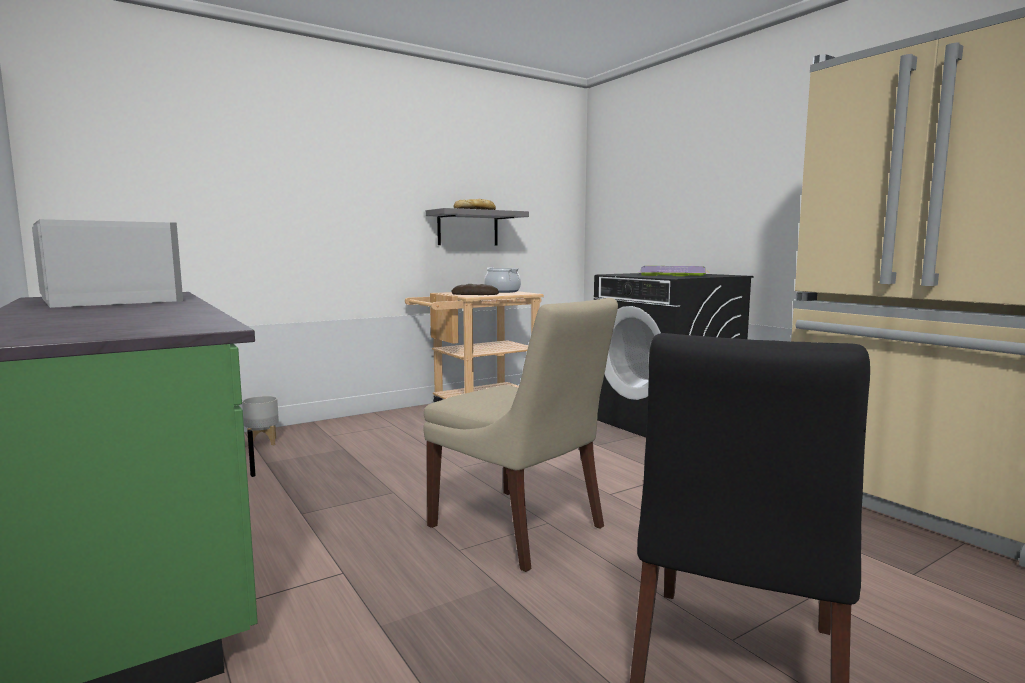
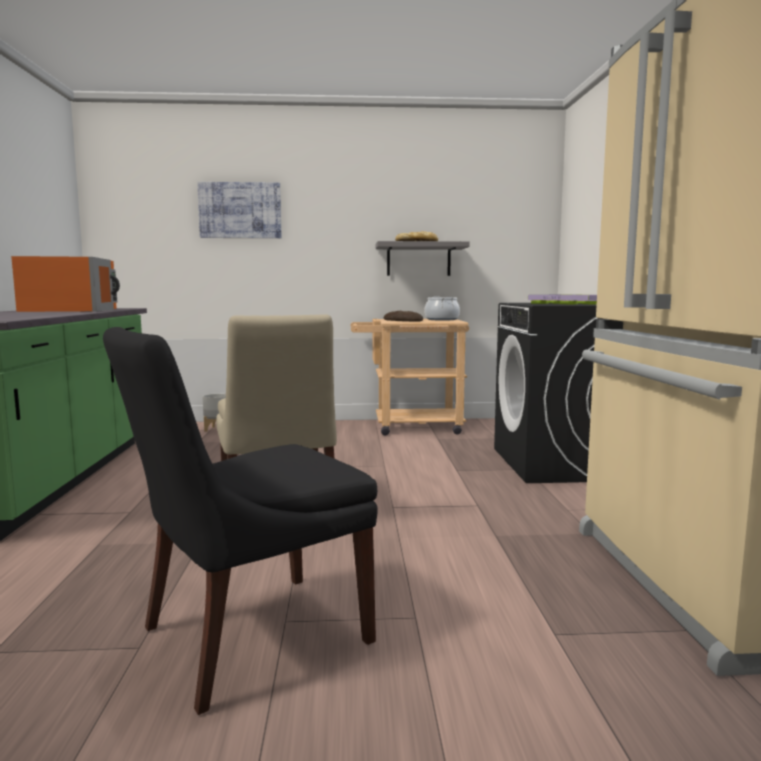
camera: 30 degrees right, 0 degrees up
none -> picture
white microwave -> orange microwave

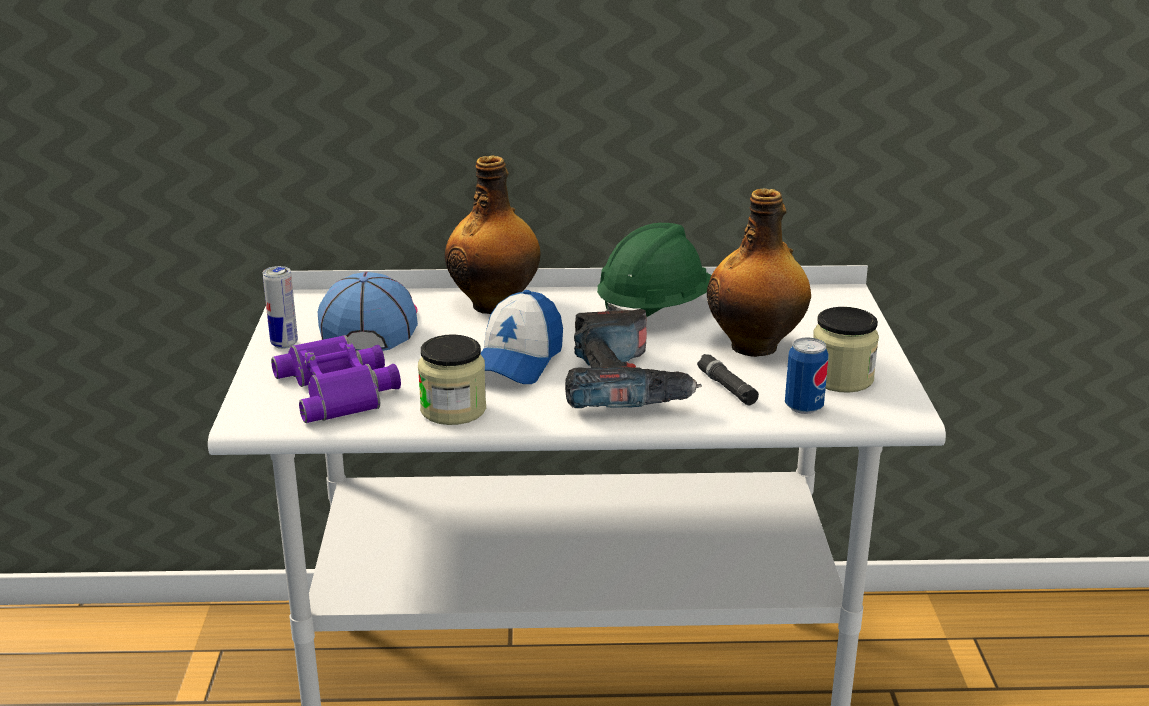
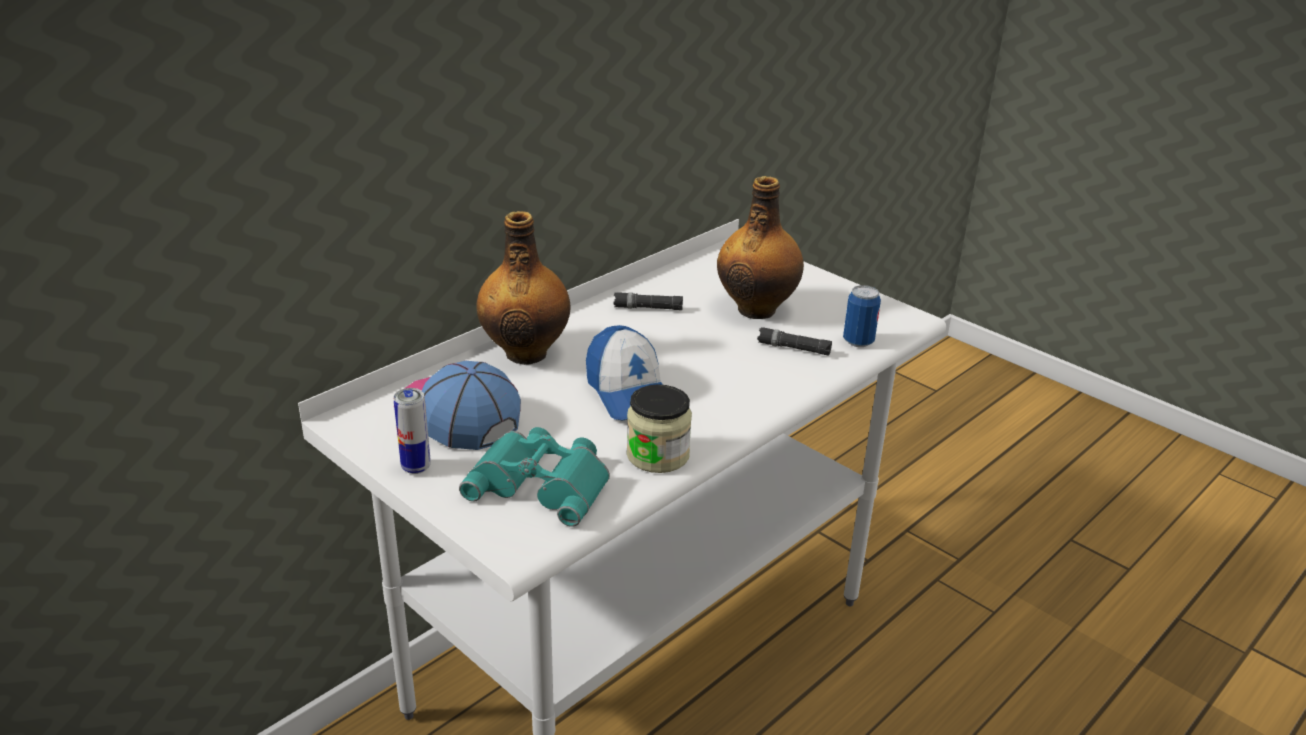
camera: 45 degrees left, 5 degrees up
power drill -> none
jar (2nd from left) -> none
green hard hat -> black flashlight (1st from left)
purple binoculars -> turquoise binoculars

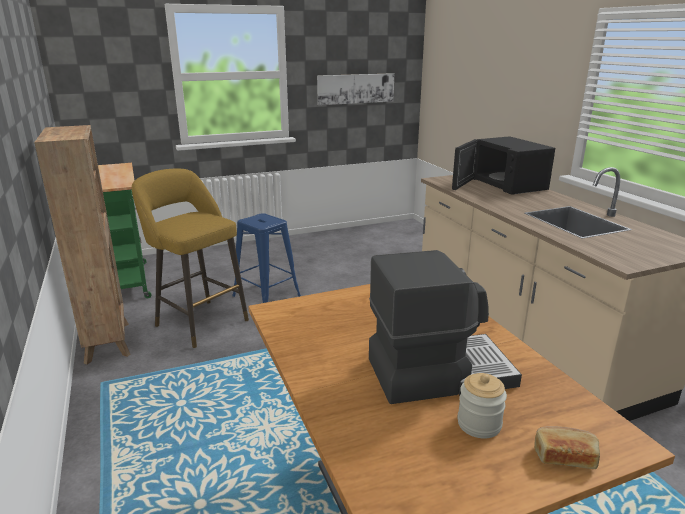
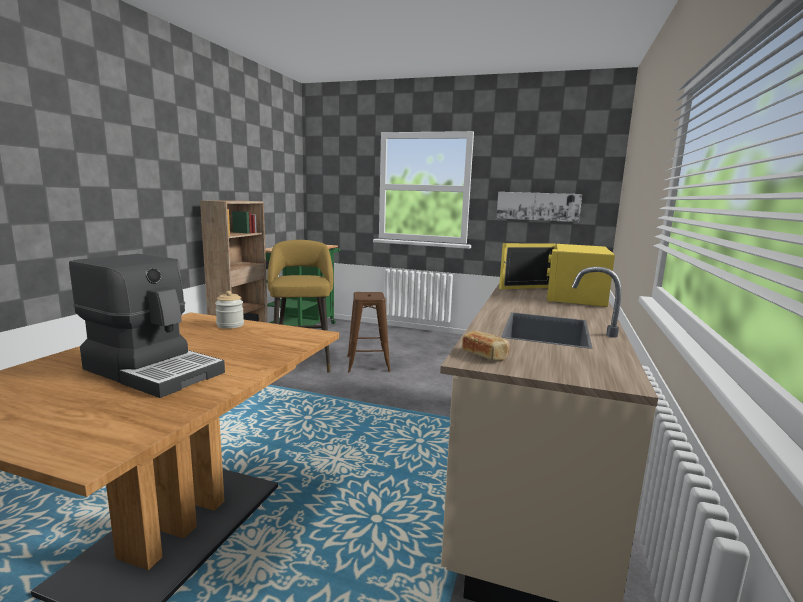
camera: 40 degrees right, 10 degrees down
jar, move
bread, move
blue stool -> brown stool
black microwave -> yellow microwave

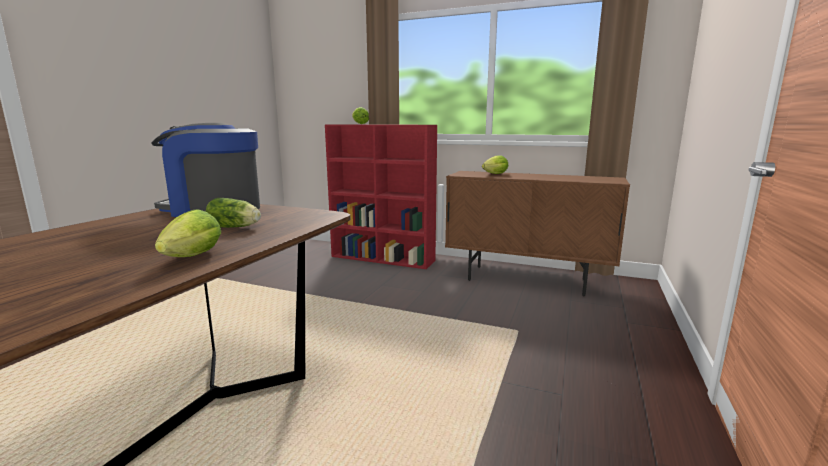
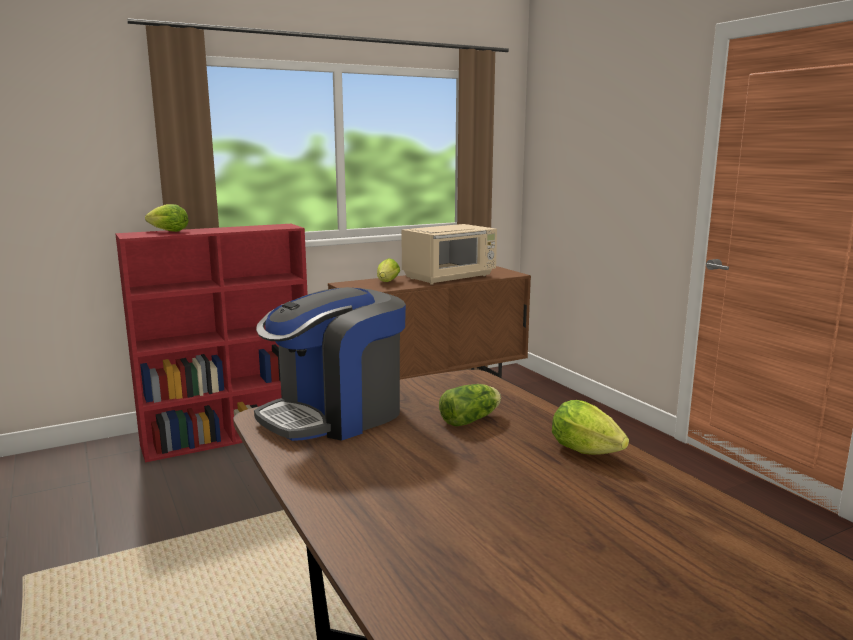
camera: 50 degrees left, 0 degrees up
none -> beige microwave

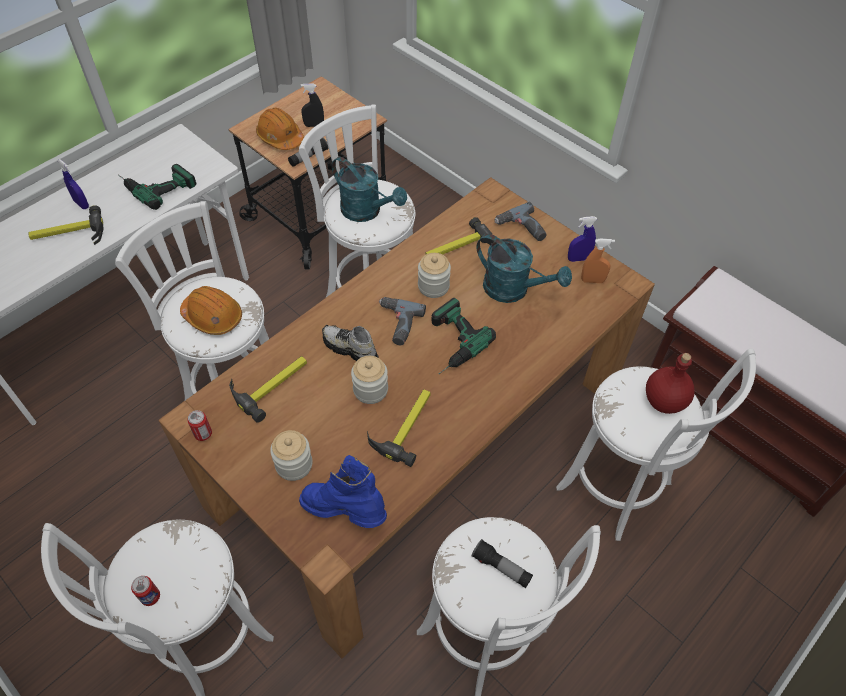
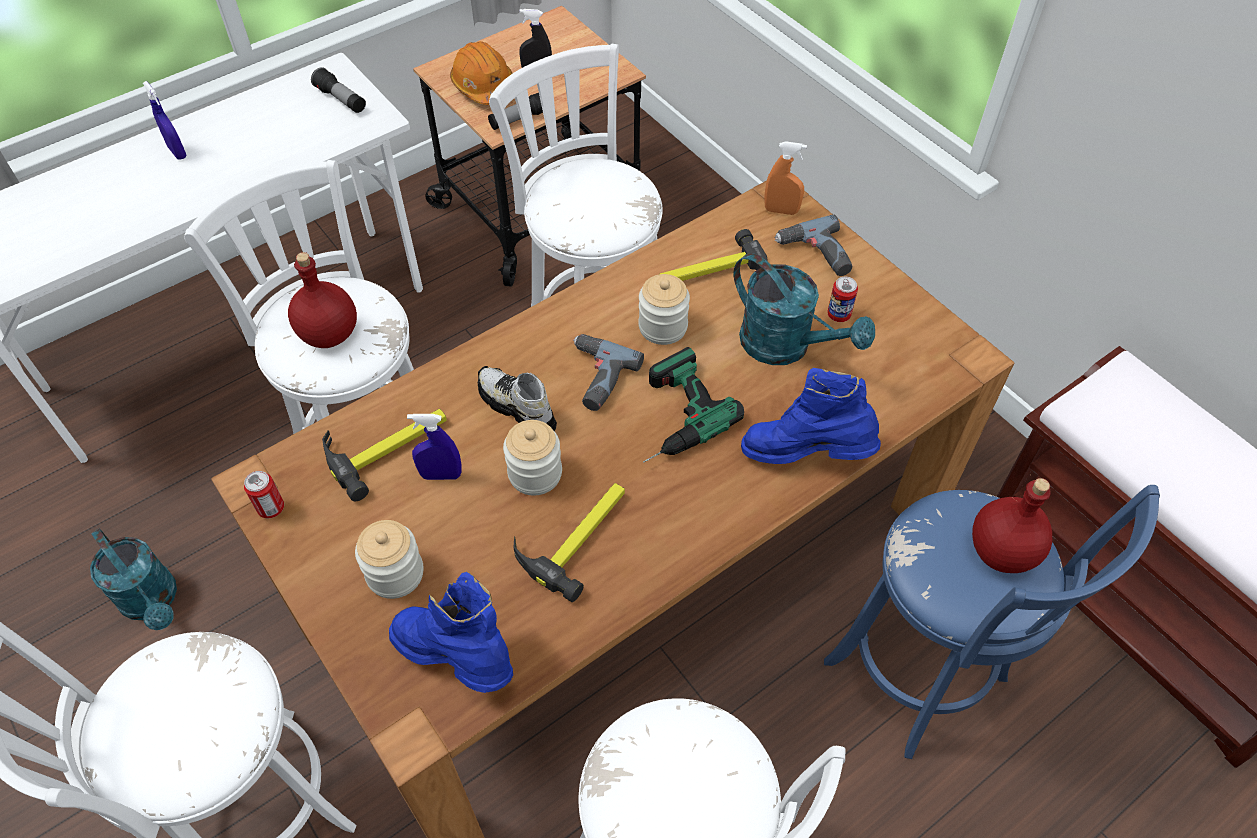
camera: 10 degrees right, 0 degrees up
hammer (1st from left) -> none
power drill (1st from left) -> none
none -> blue boot (2nd from left)
can (1st from left in the first image) -> can (2nd from left), move
turquoise watering can (1st from left), move
flashlight (2nd from left in the first image) -> flashlight (1st from left), move
blue spray bottle (2nd from left), move
orange spray bottle, move
orange hard hat (1st from left) -> red bottle (1st from left)
white stool (5th from left) -> blue stool

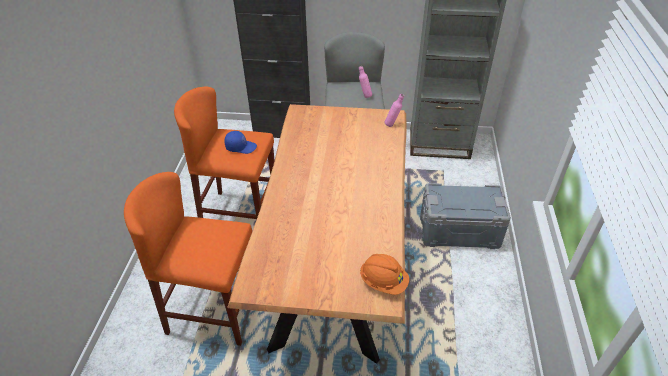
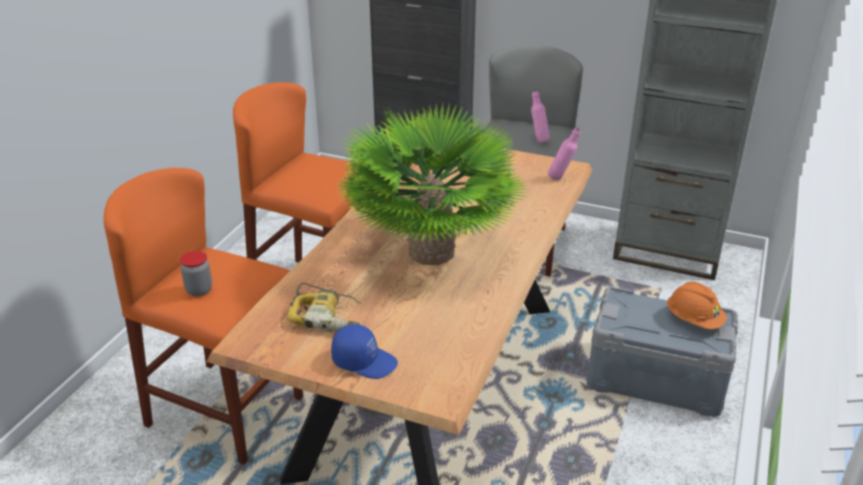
camera: 15 degrees right, 10 degrees down
none -> jar
none -> power drill
none -> potted plant
blue cap, move
orange hard hat, move

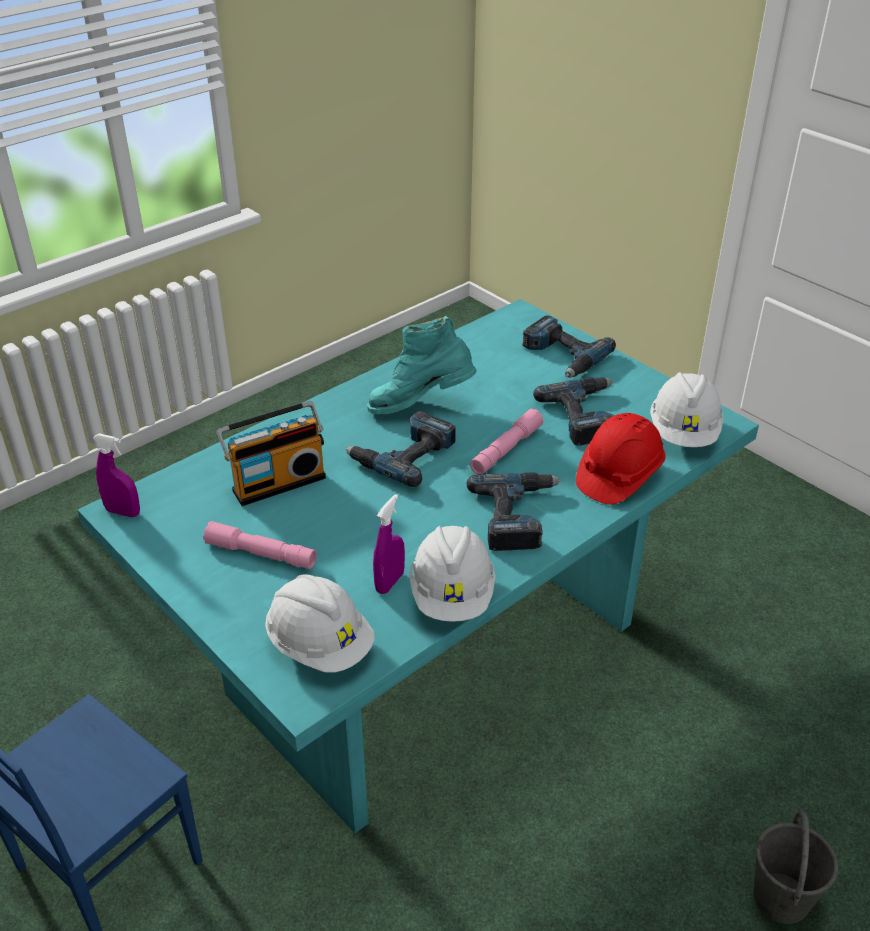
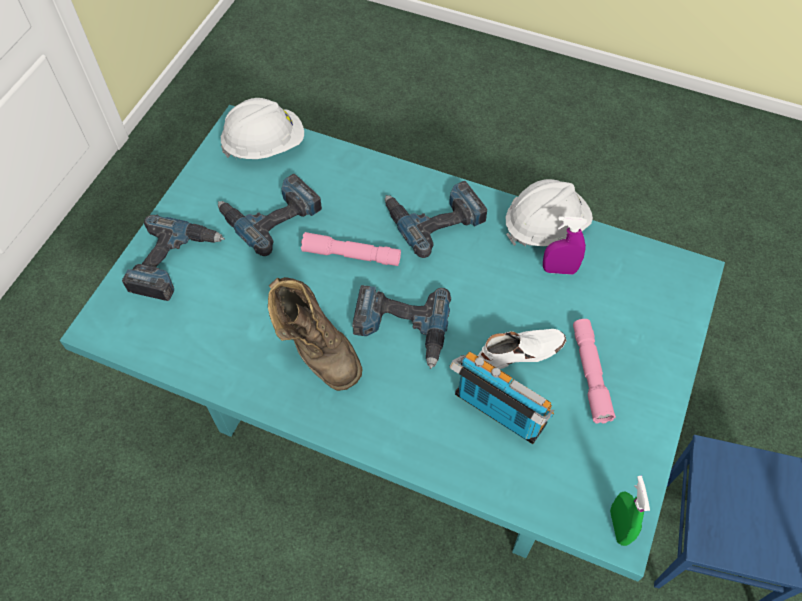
camera: 115 degrees left, 20 degrees up
white hard hat (1st from left) -> none
red hard hat -> none
grey bucket -> none
none -> white shoe
purple spray bottle (1st from left) -> green spray bottle
turquoise boot -> brown boot

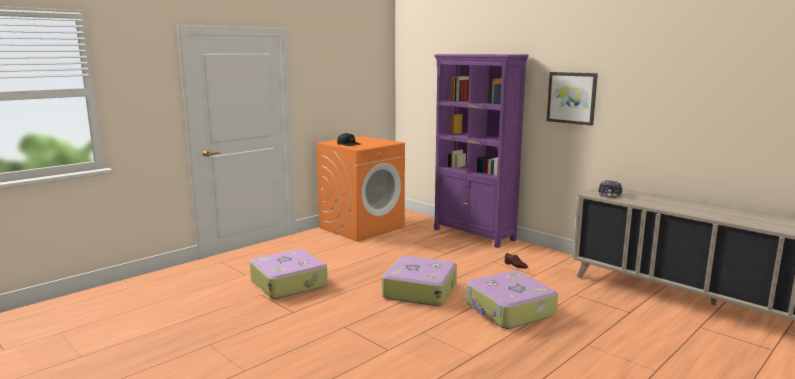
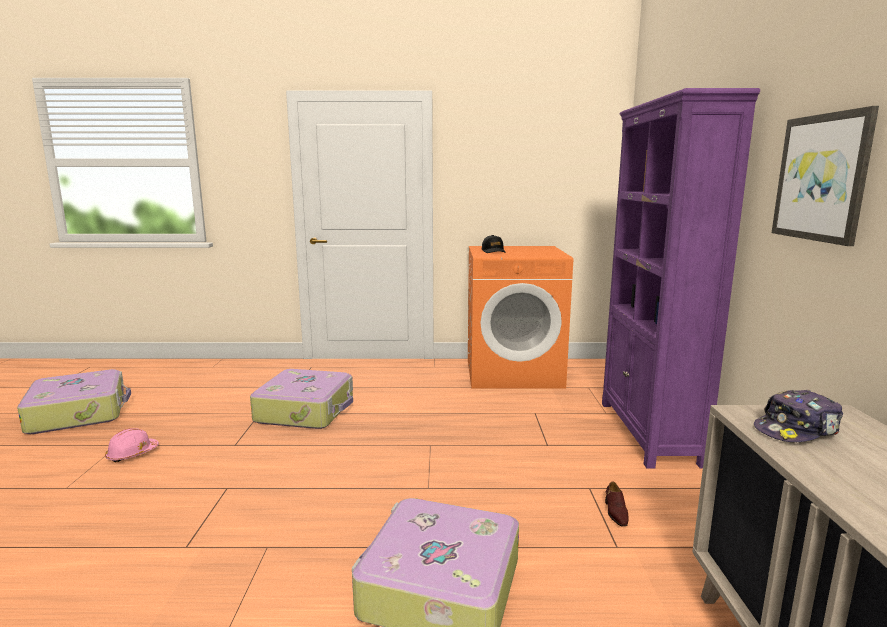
camera: 45 degrees right, 0 degrees up
none -> pink hard hat
suitcase (2nd from left in the first image) -> suitcase (1st from left), move

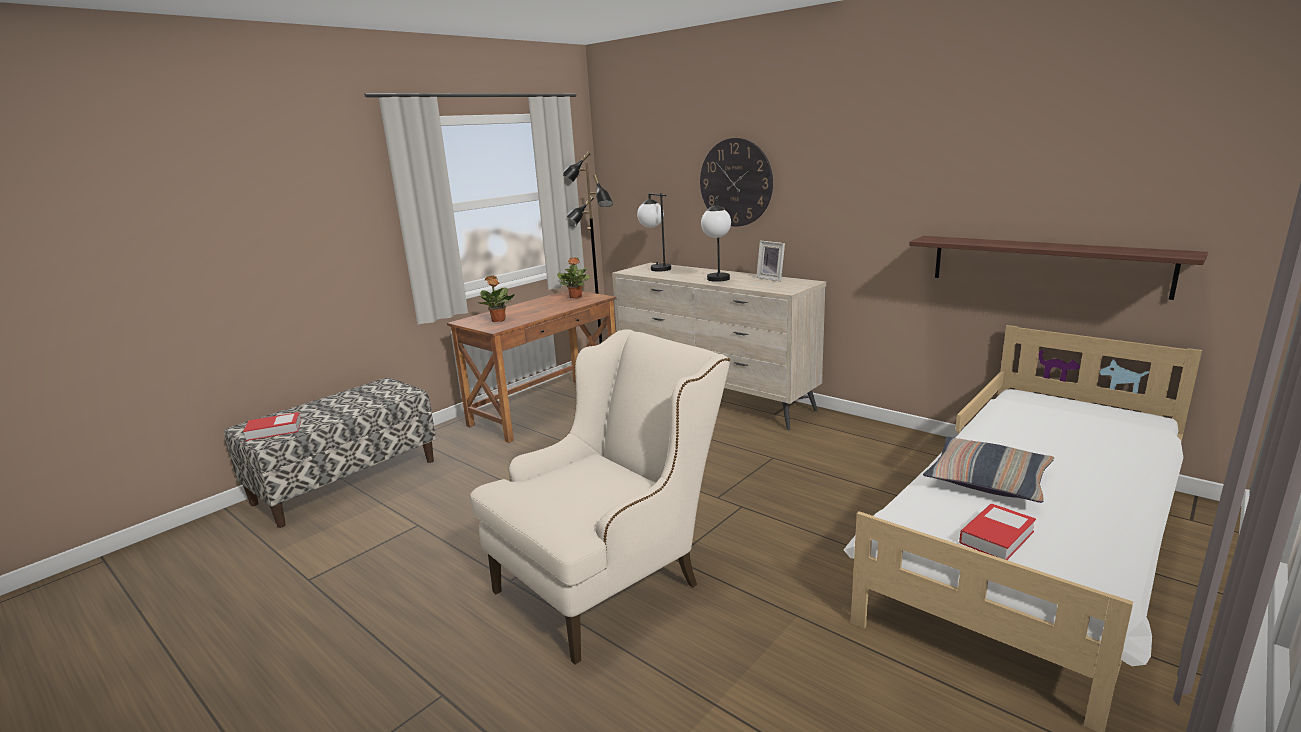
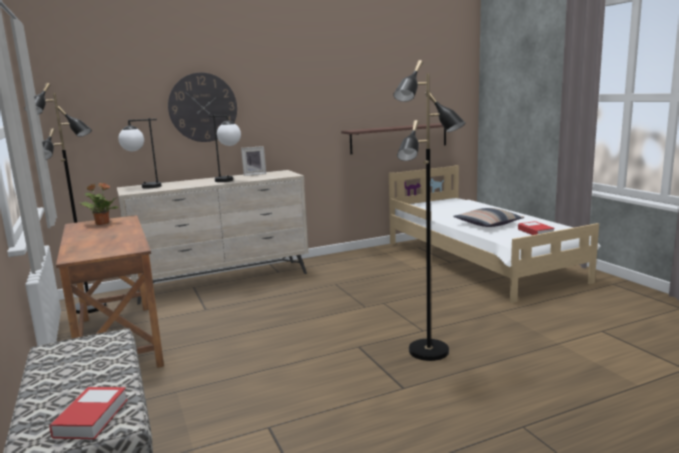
camera: 65 degrees left, 5 degrees down
potted plant (1st from left) -> none
beige armchair -> black floor lamp (2nd from left)

